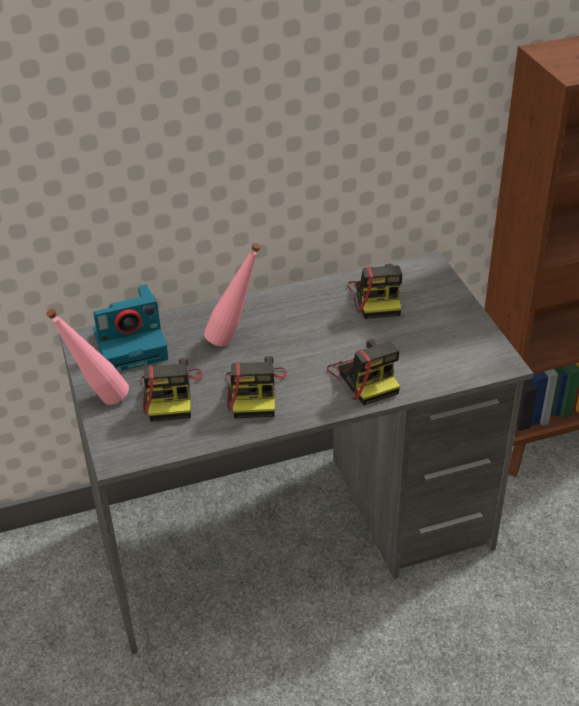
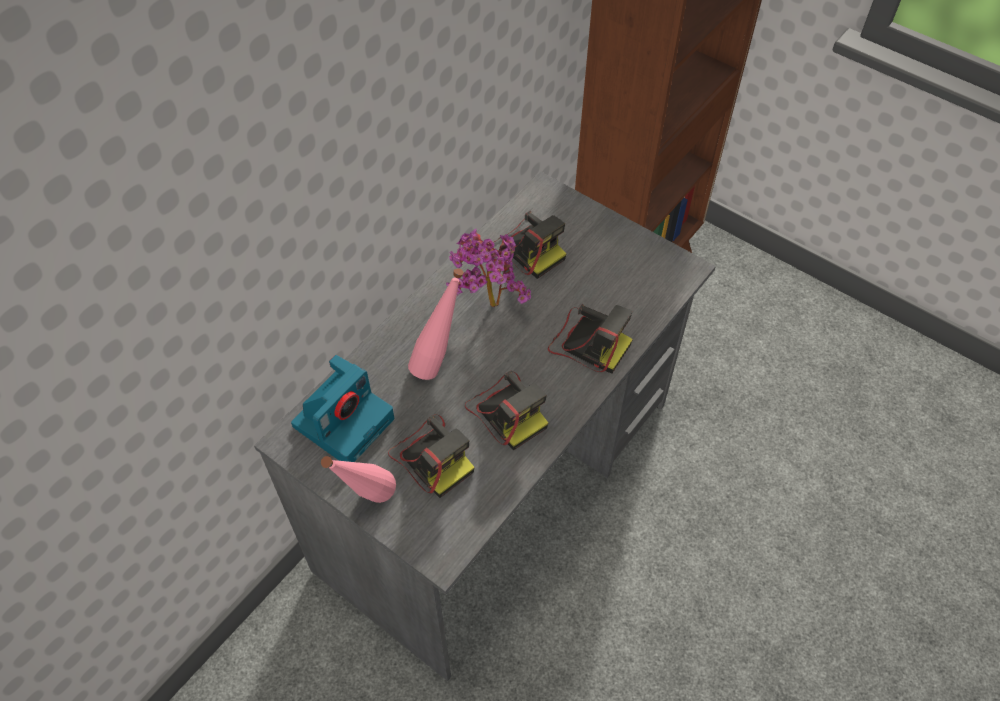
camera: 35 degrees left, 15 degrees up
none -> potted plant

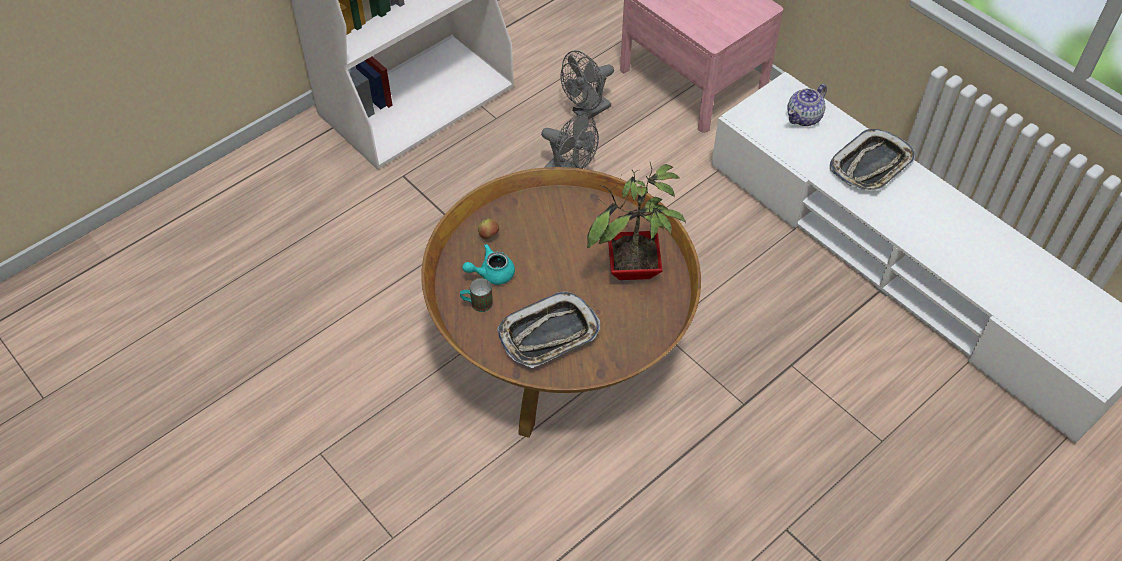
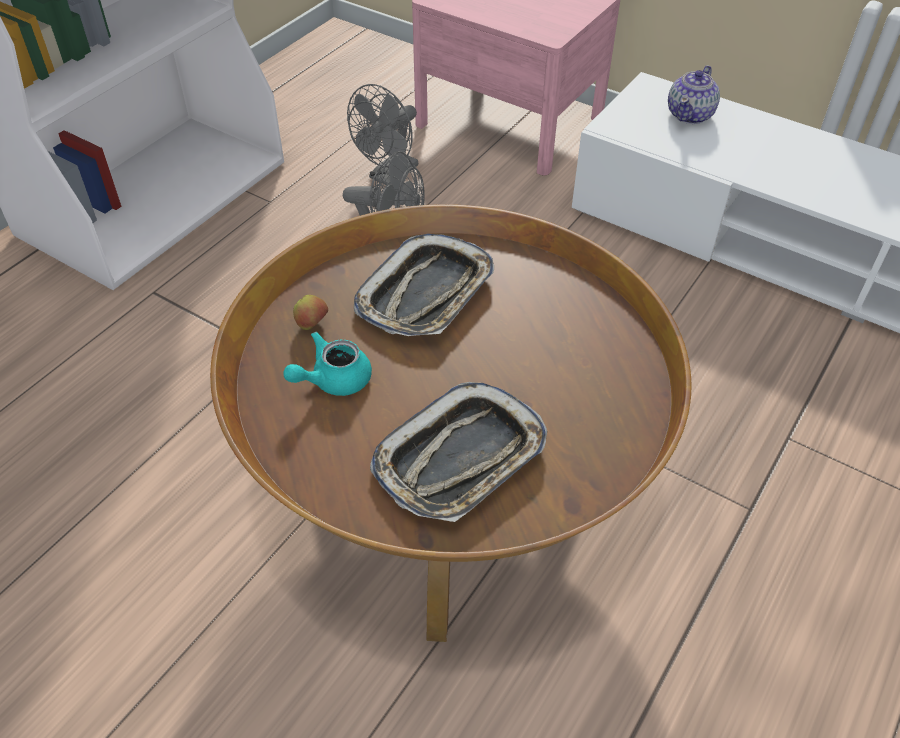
camera: 15 degrees left, 5 degrees down
mug -> none
potted plant -> none
tray (2nd from left in the first image) -> tray (1st from left), move

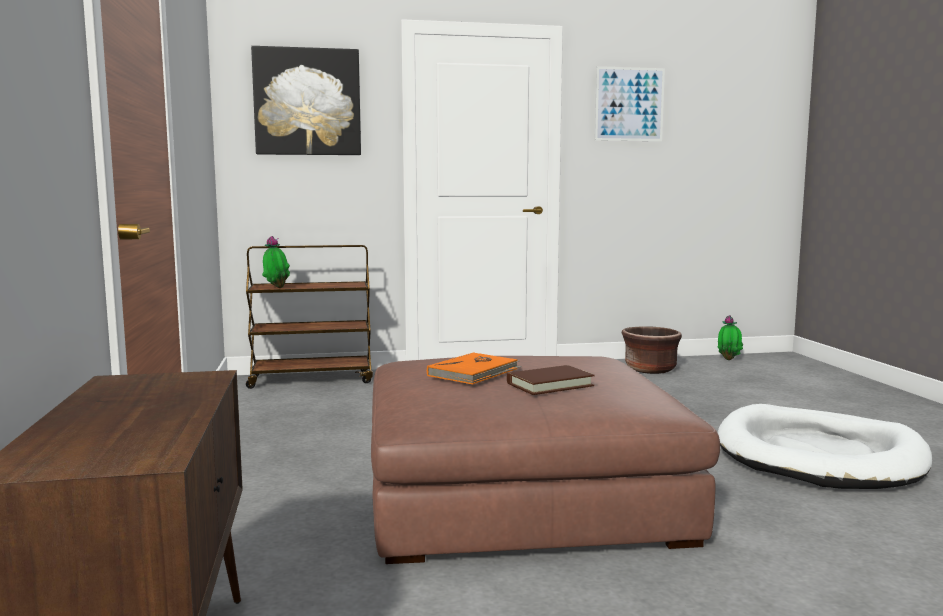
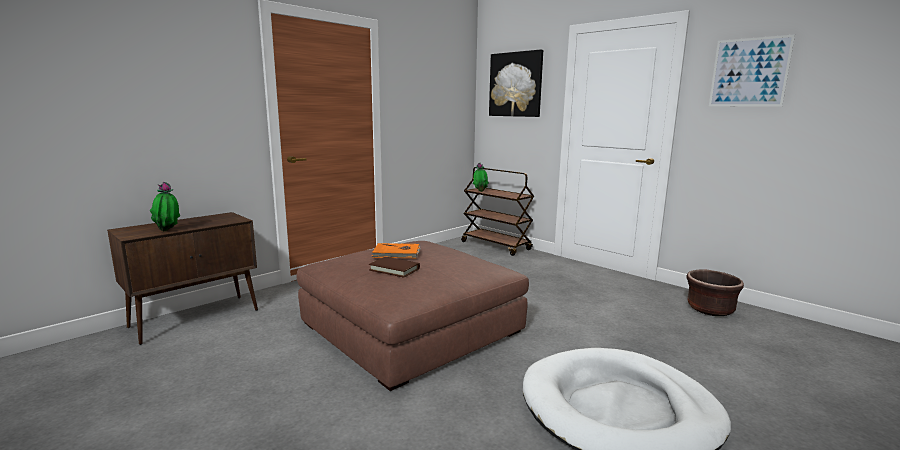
camera: 55 degrees right, 5 degrees up
potted plant (2nd from left in the first image) -> potted plant (1st from left), move

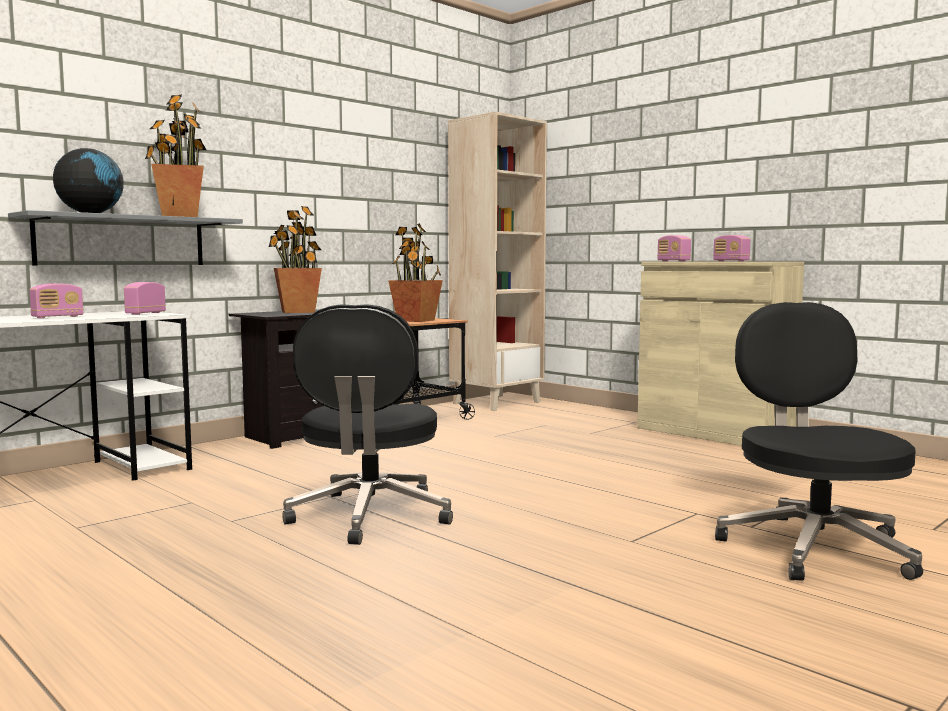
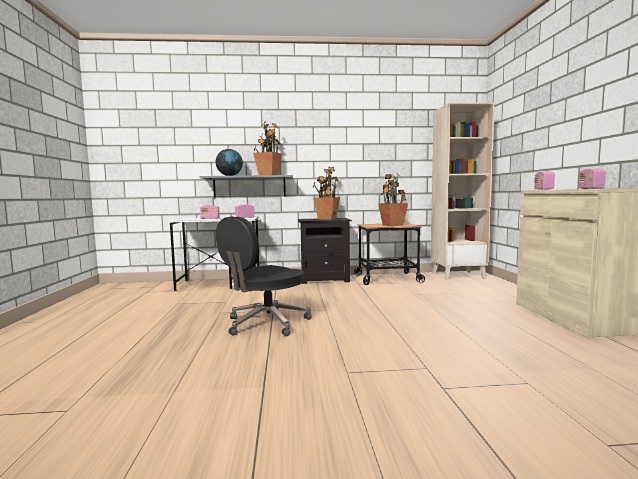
camera: 40 degrees right, 0 degrees up
black office chair (2nd from left) -> none

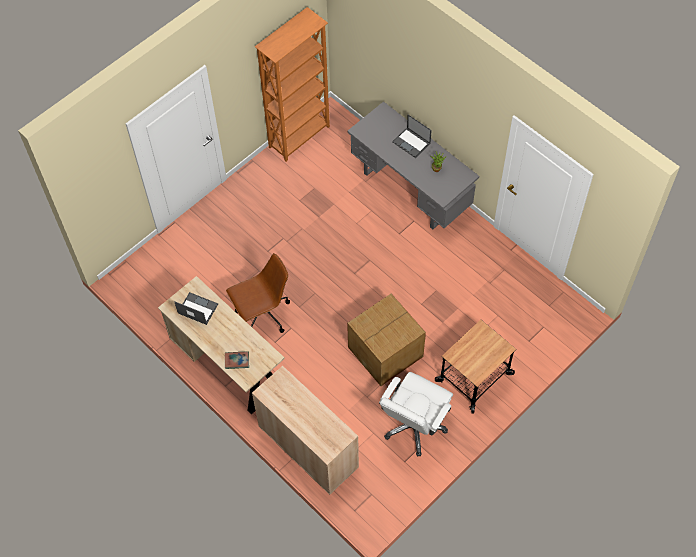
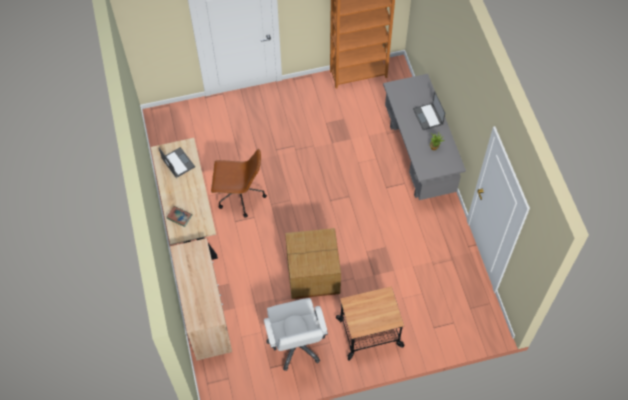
camera: 30 degrees right, 0 degrees up
white office chair, 75 degrees counterclockwise

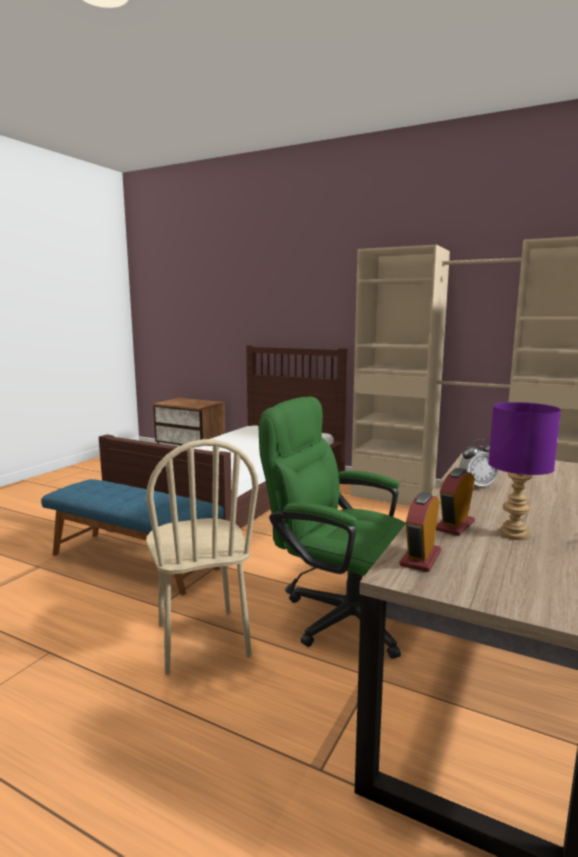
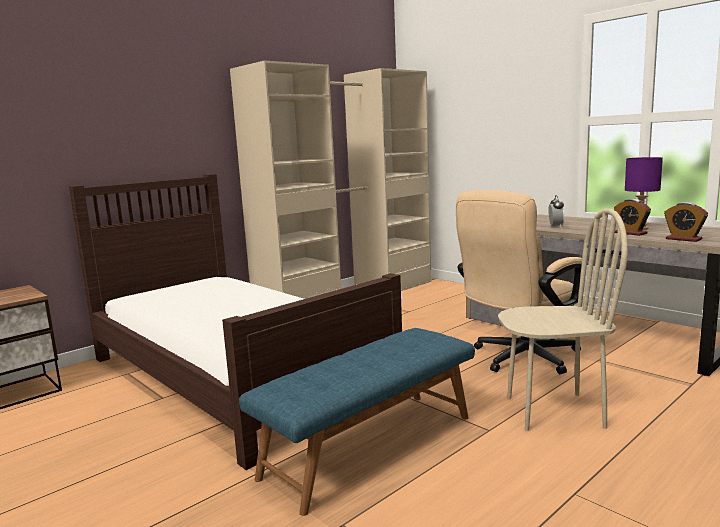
camera: 70 degrees left, 0 degrees up
green office chair -> beige office chair

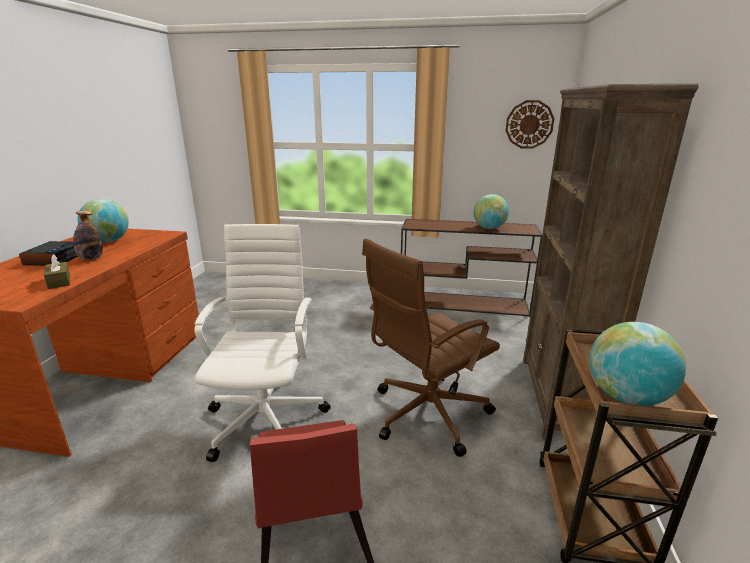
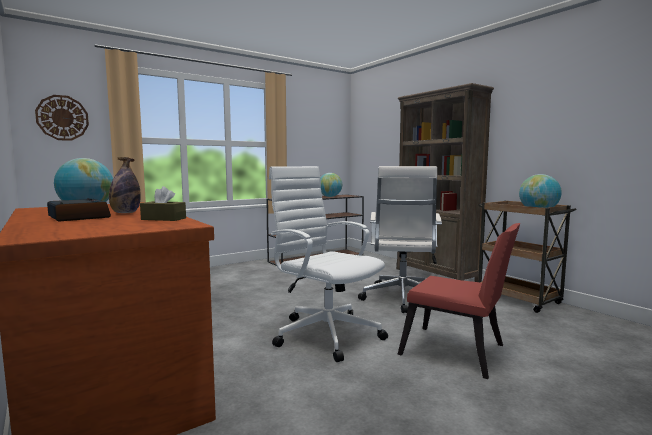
camera: 45 degrees left, 15 degrees down
wall clock, move
brown office chair -> white office chair (2nd from left)

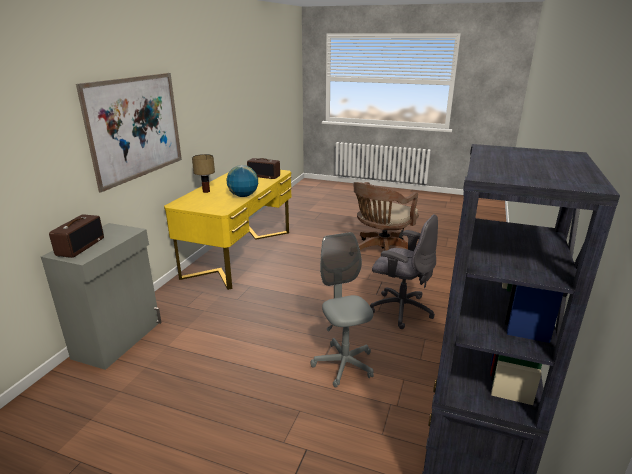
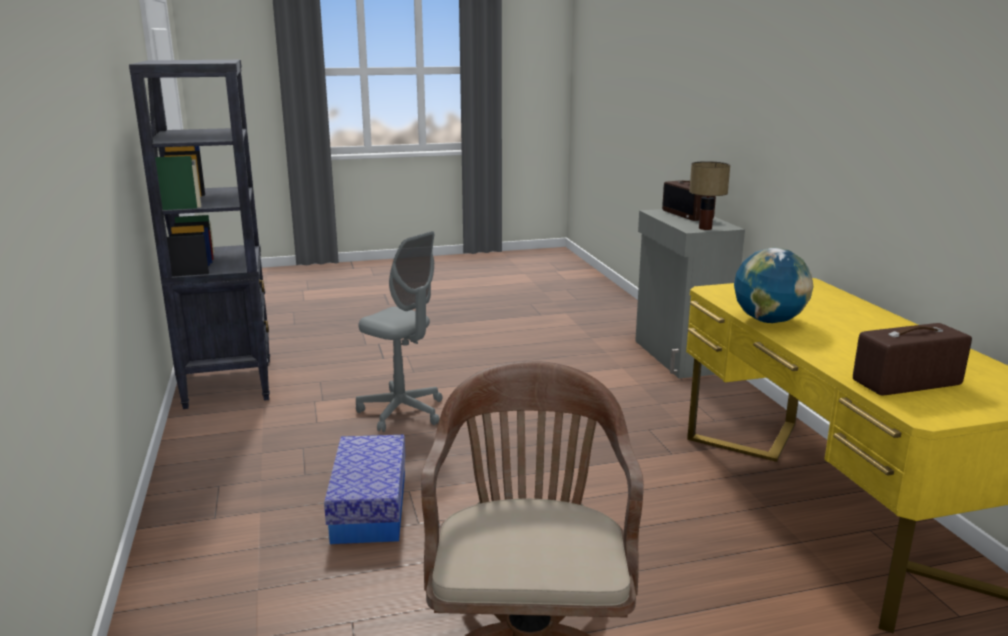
camera: 145 degrees right, 5 degrees down
picture -> none
table lamp, move
grey office chair (2nd from left) -> storage box

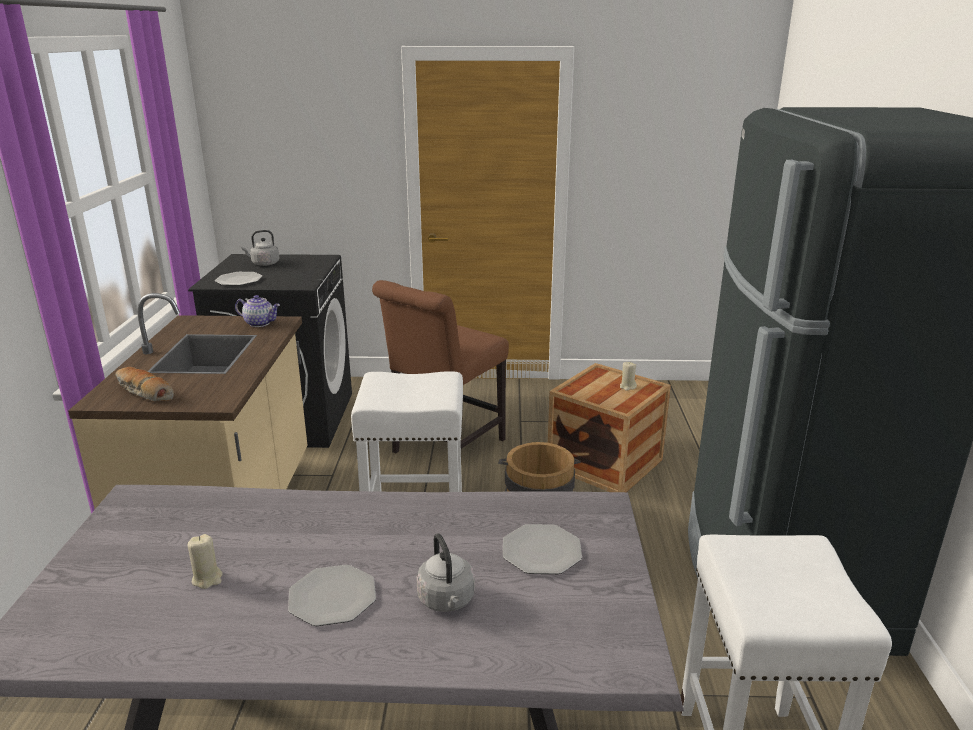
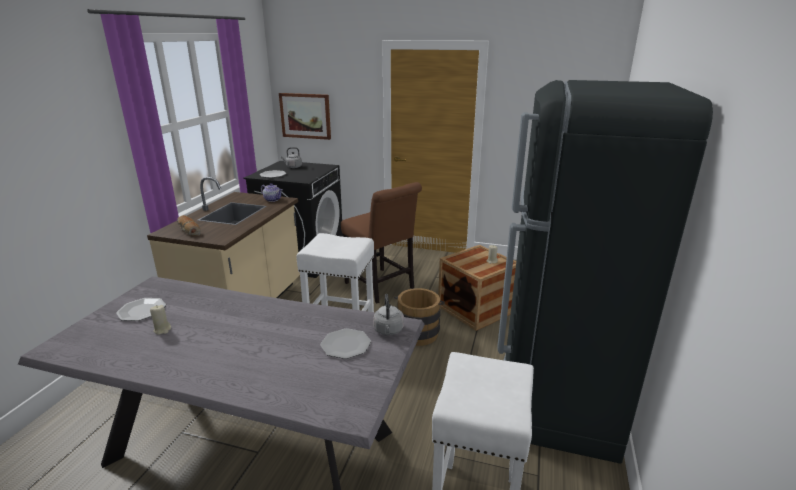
camera: 15 degrees right, 0 degrees up
none -> picture
plate (2nd from left in the first image) -> plate (1st from left), move
grey kettle (2nd from left), move
brown chair, 90 degrees counterclockwise

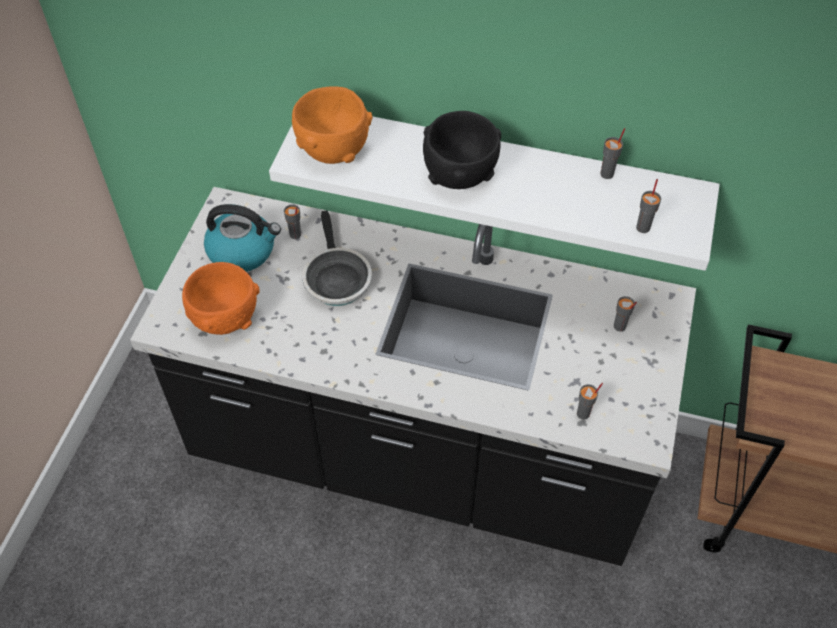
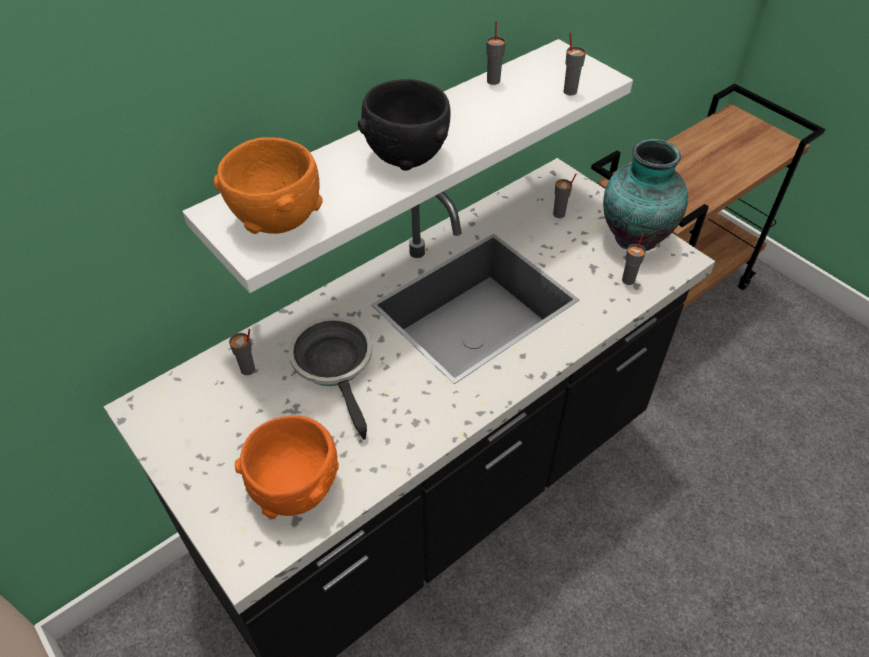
camera: 55 degrees left, 5 degrees down
kettle -> none
none -> vase
frying pan, 135 degrees counterclockwise

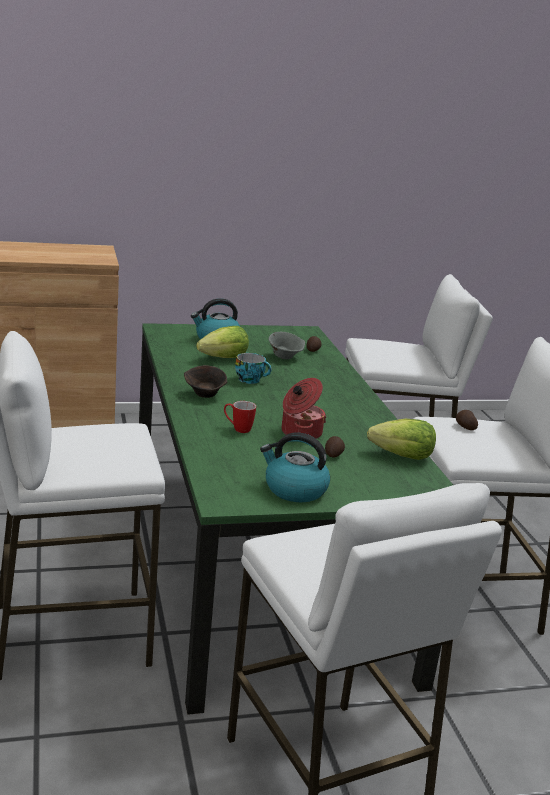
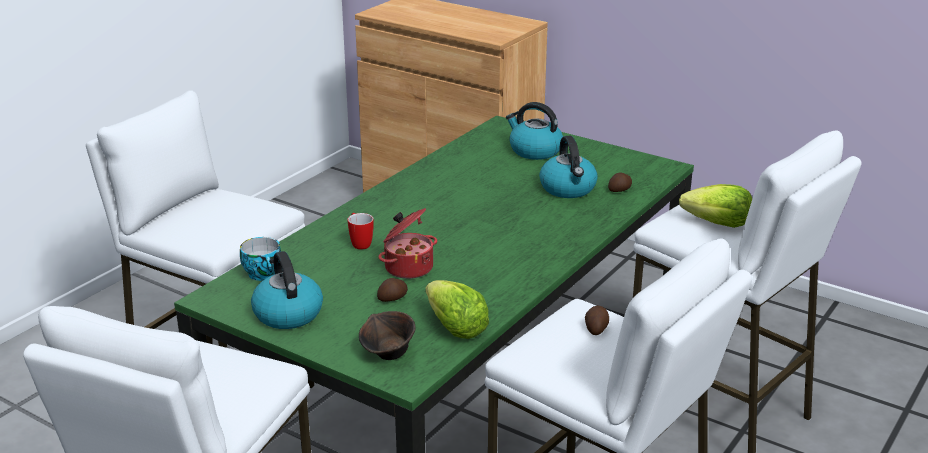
camera: 50 degrees right, 5 degrees up
brown bowl, move
lettuce (1st from left in the first image) -> lettuce (2nd from left), move
cup, move
grey bowl -> kettle (3rd from left)

